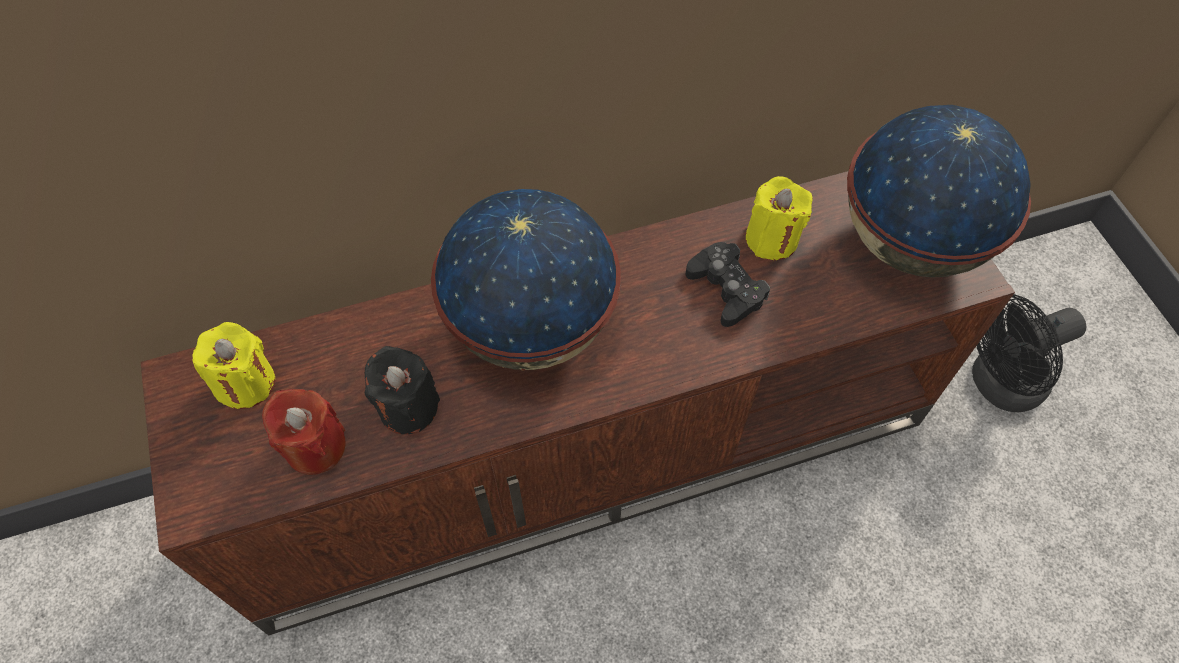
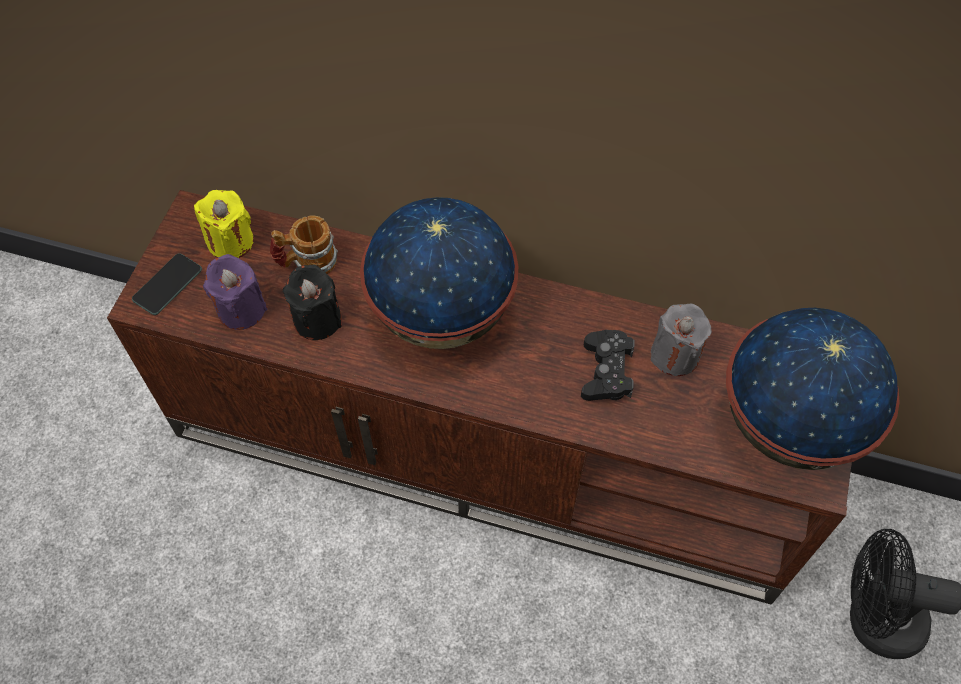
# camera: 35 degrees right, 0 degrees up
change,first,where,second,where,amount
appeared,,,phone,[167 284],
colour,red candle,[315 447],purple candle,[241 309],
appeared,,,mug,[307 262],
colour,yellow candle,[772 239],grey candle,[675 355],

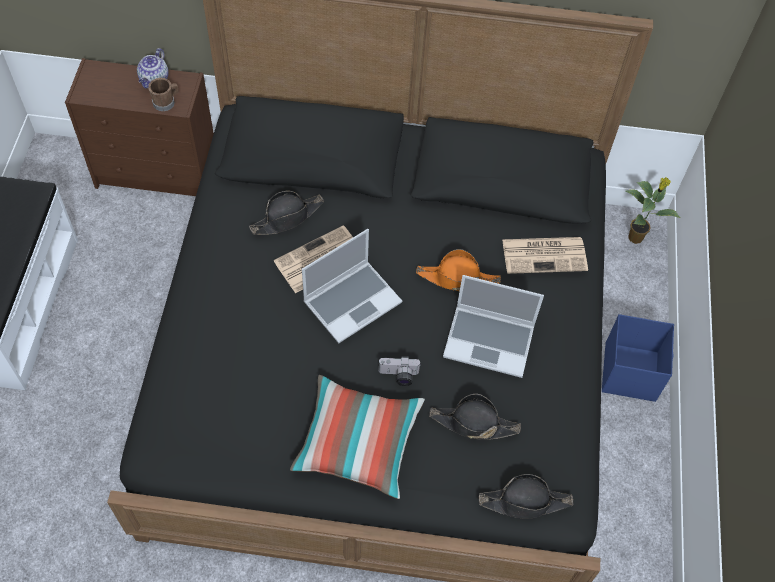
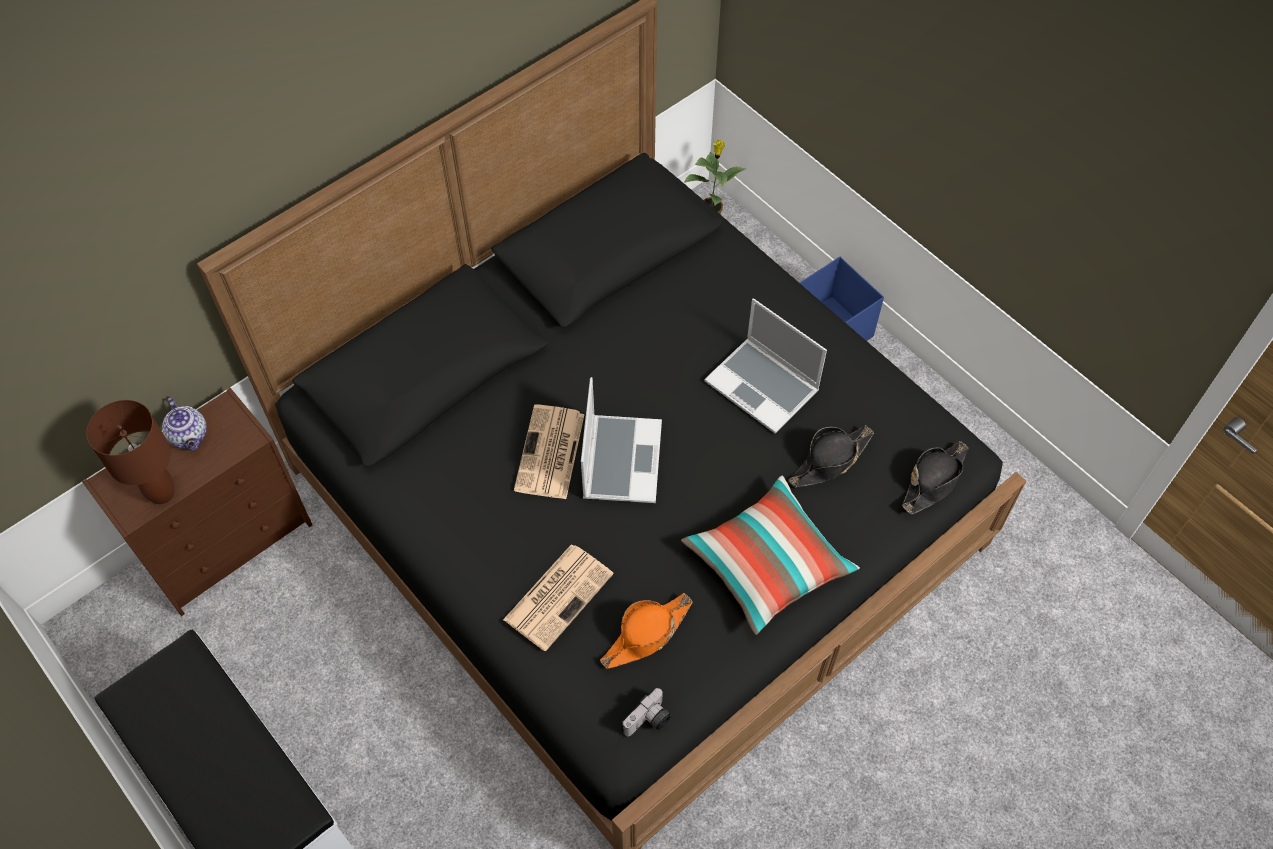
# camera: 45 degrees left, 0 degrees up
change,first,where,second,where,amount
appeared,,,brown table lamp,[160 493],
relocated,newspaper,[545 255],,[559 595],
relocated,orange hat,[457 278],,[646 634],
relocated,photo camera,[398 376],,[648 721],
spun,laptop,[490 341],,[763 386],75 degrees clockwise
missing,brown mug,[166 102],,,
missing,black hat,[287 217],,,

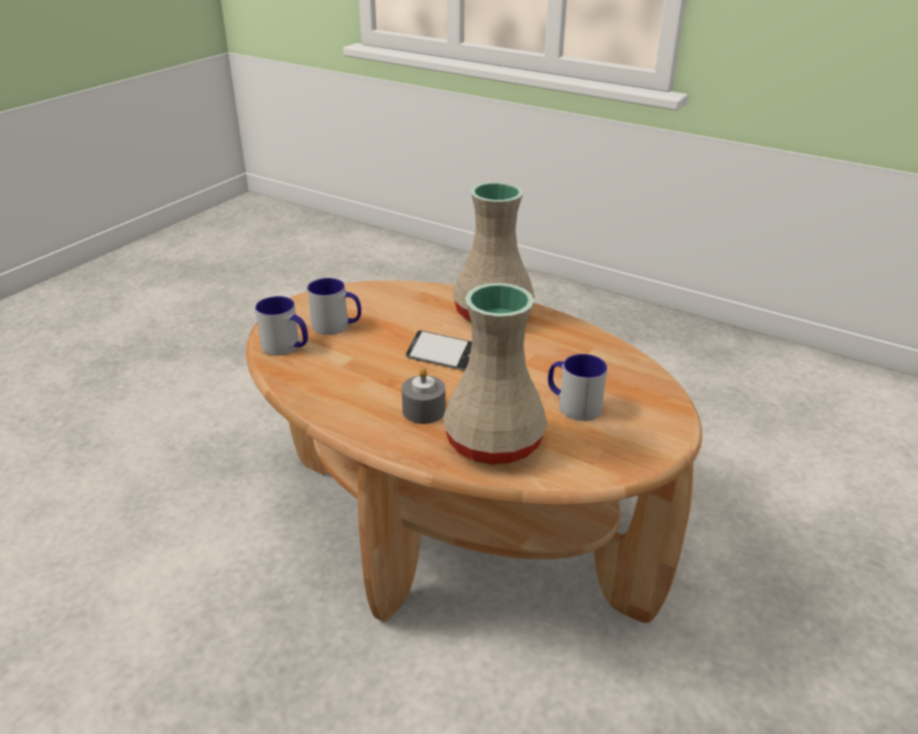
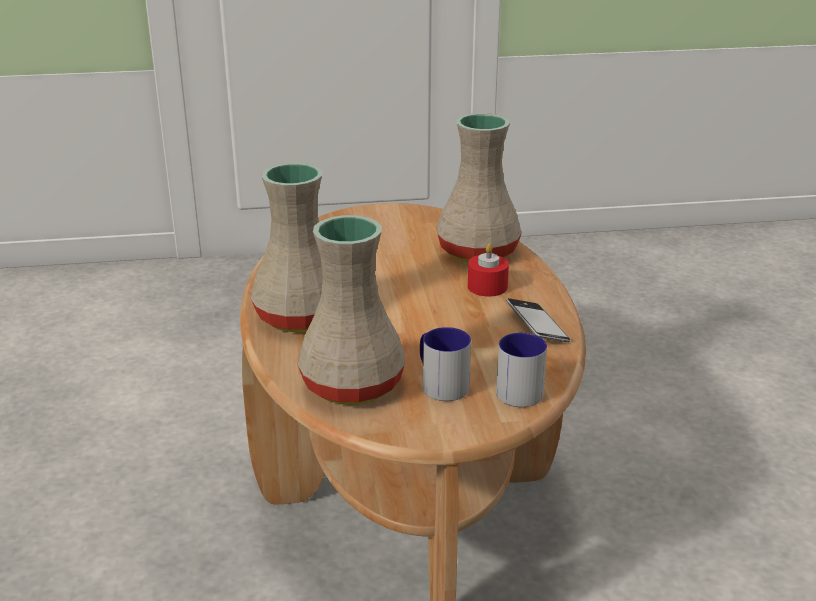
# camera: 130 degrees left, 5 degrees down
change,first,where,second,where,amount
appeared,,,beige vase,[349 385],
colour,grey candle,[424 410],red candle,[487 286],
relocated,phone,[443 356],,[536 326],
missing,mug,[572 405],,,

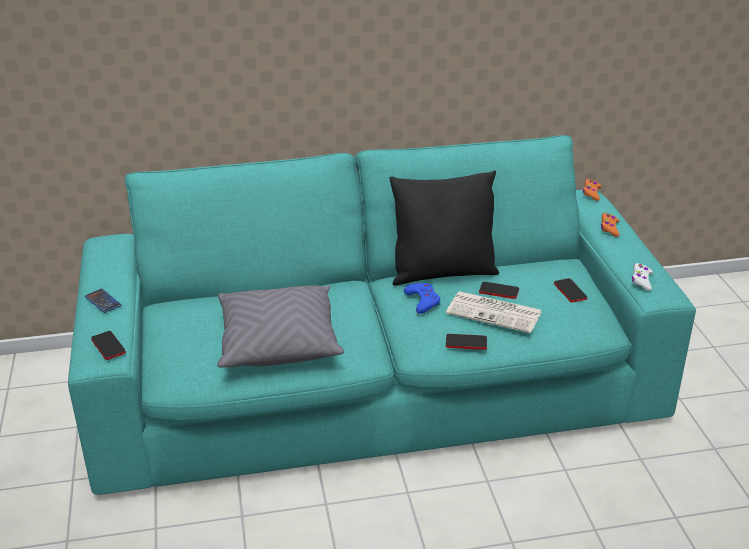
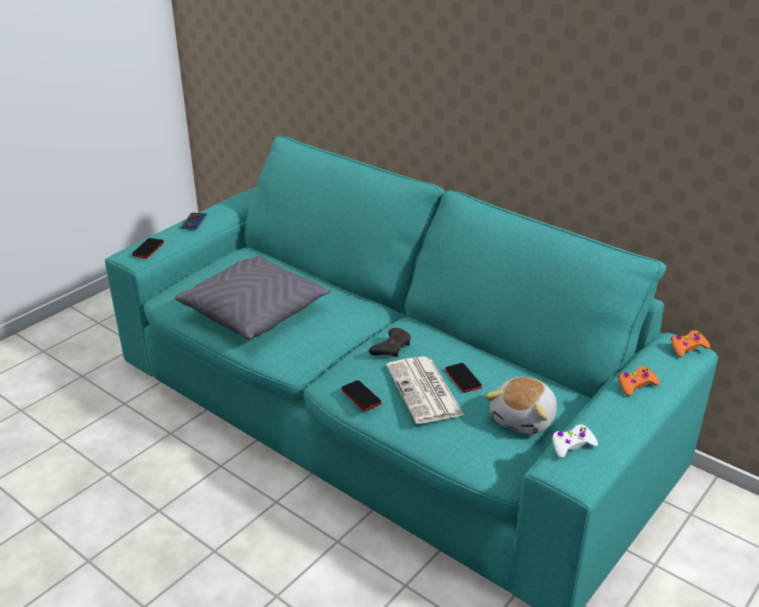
# camera: 50 degrees right, 0 degrees up
change,first,where,second,where,amount
colour,blue game controller,[422 301],grey game controller,[391 347],
exchanged,phone,[570 291],plush toy,[524 419],
missing,black pillow,[443 273],,,

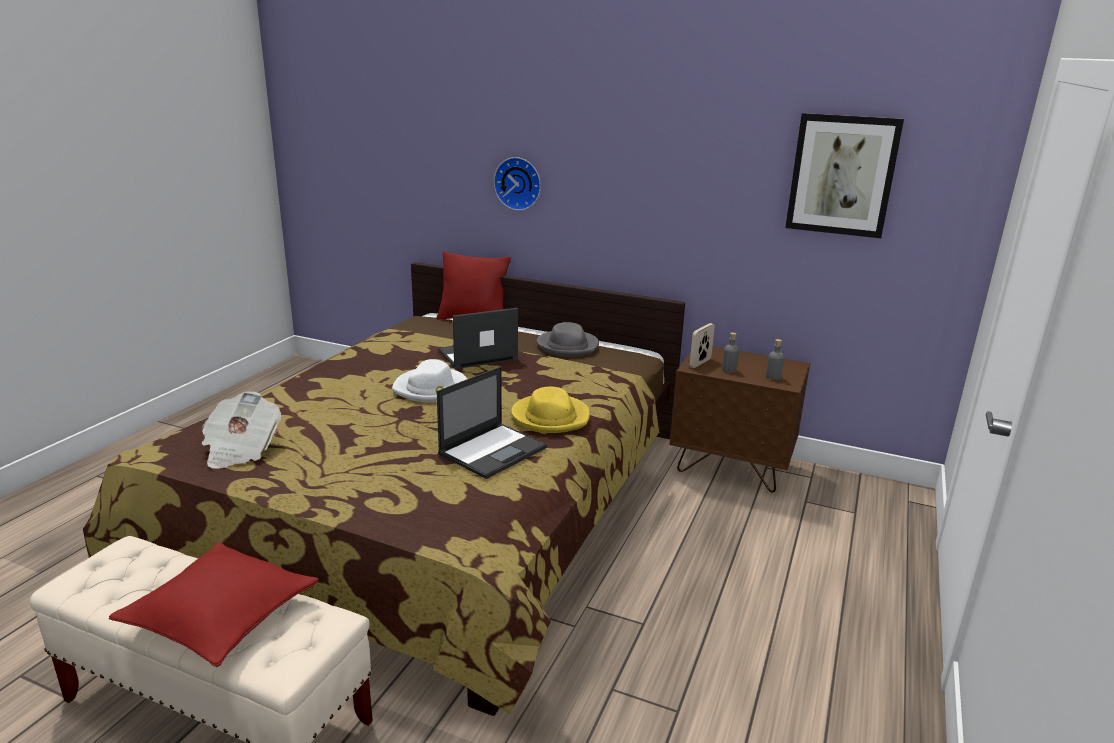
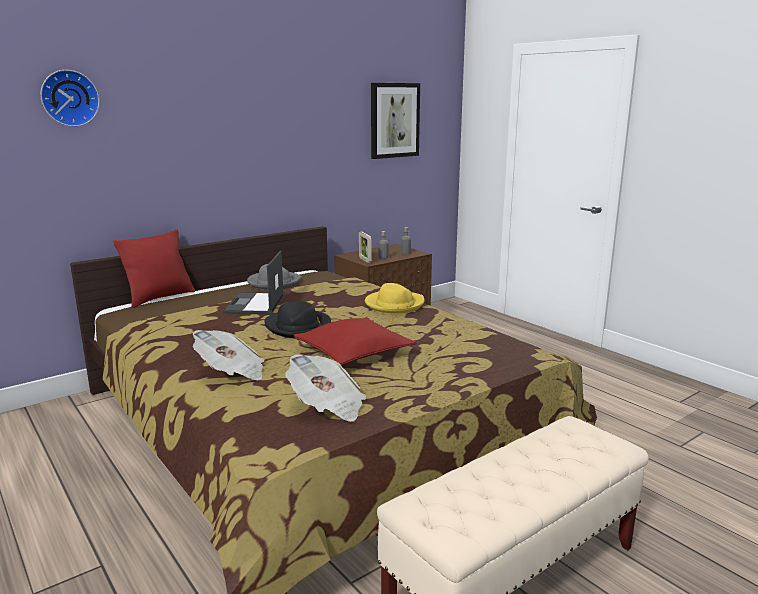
# camera: 60 degrees left, 5 degrees down
change,first,where,second,where,amount
relocated,wall clock,[518 183],,[69 98],
appeared,,,newspaper,[232 372],
colour,white hat,[431 388],black hat,[298 326],
relocated,red pillow,[221 615],,[354 352],
missing,laptop,[493 450],,,

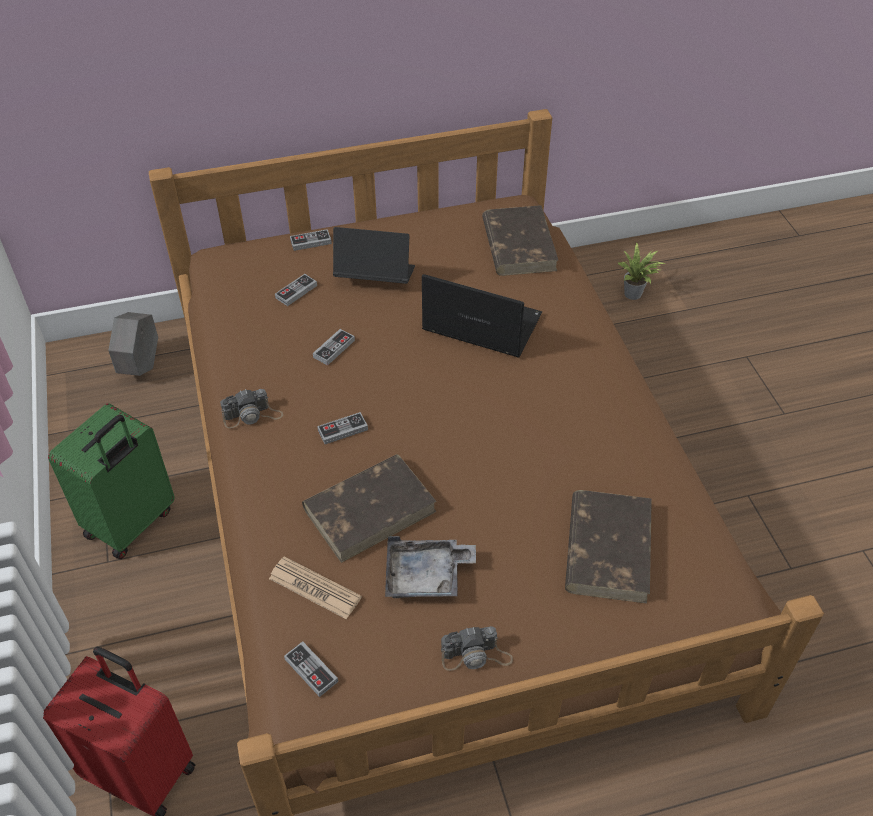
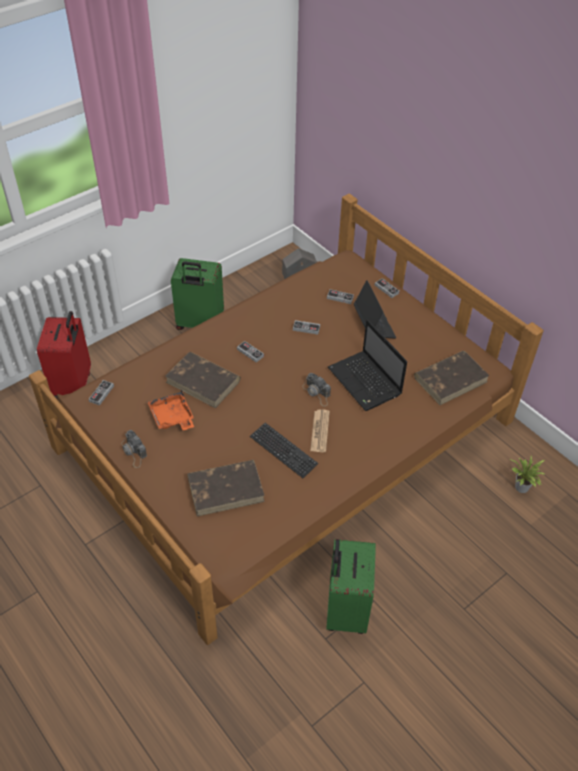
# camera: 65 degrees right, 0 degrees up
change,first,where,second,where,amount
colour,grey tray,[426 576],orange tray,[172 417],
appeared,,,keyboard,[283 451],
relocated,photo camera,[252 415],,[317 393],
relocated,newspaper,[314 588],,[320 431],
appeared,,,green suitcase,[345 610],
spun,laptop,[479 324],,[366 382],150 degrees clockwise

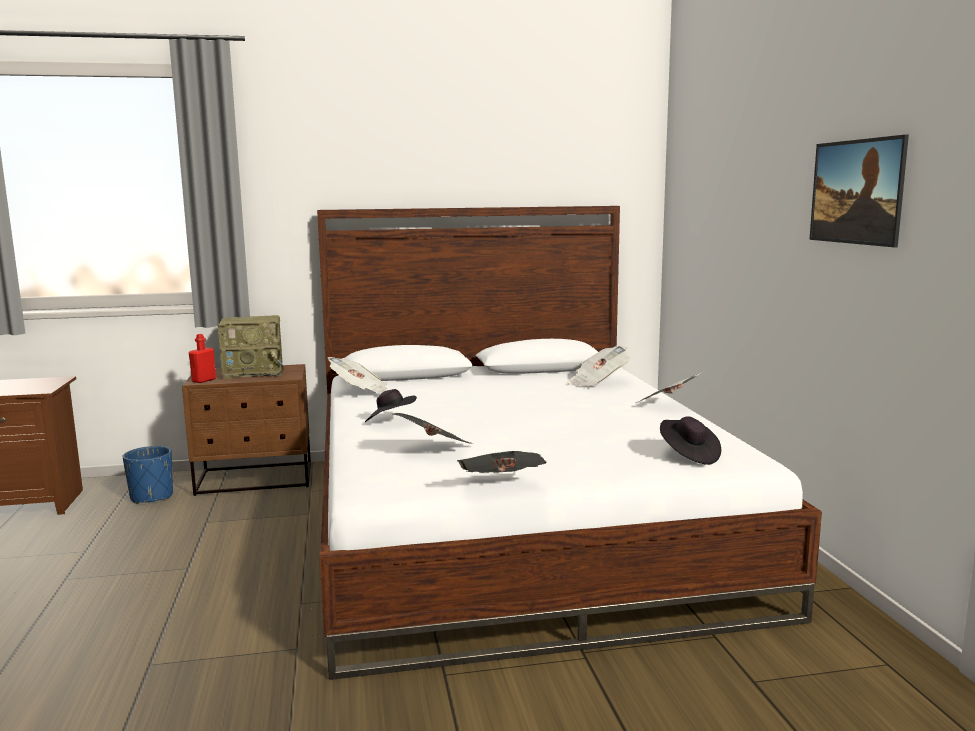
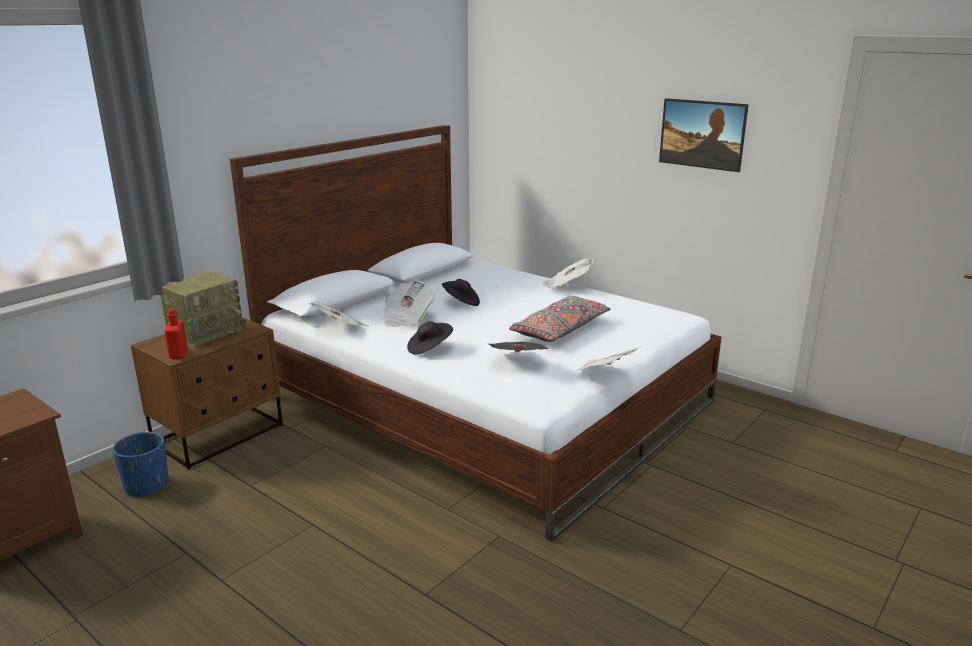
# camera: 40 degrees left, 10 degrees up
change,first,where,second,where,amount
relocated,newspaper,[597 382],,[407 318],
relocated,black hat,[688 455],,[461 302],
appeared,,,grey pillow,[560 330],

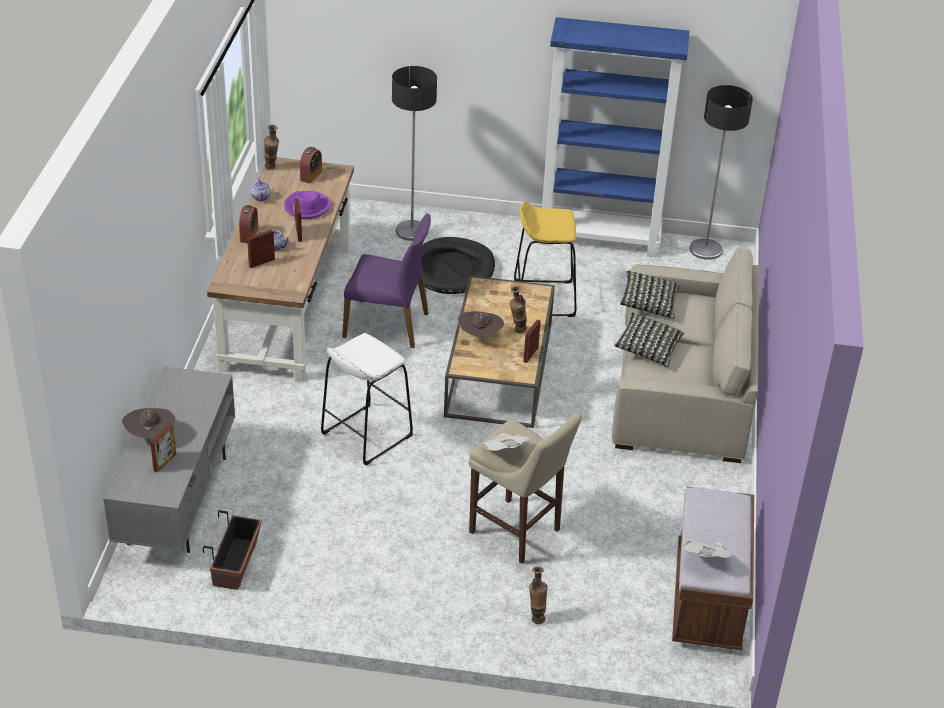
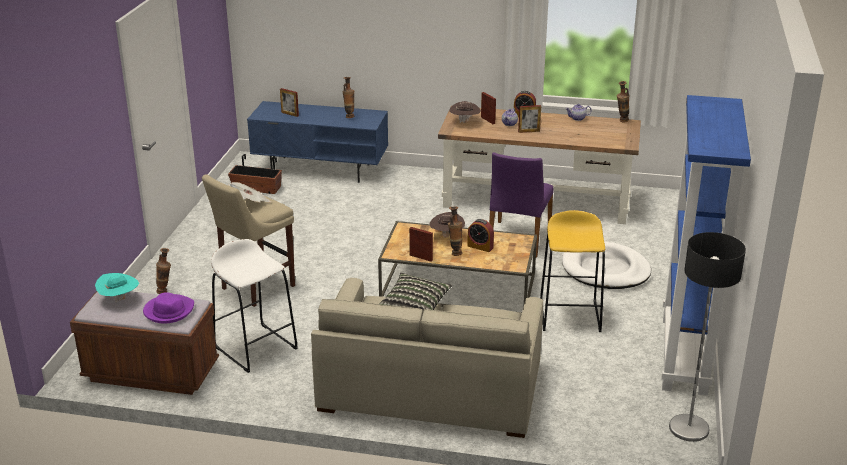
# camera: 95 degrees right, 10 degrees down
change,first,where,second,where,amount
exchanged,newspaper,[706 558],turquoise hat,[119 299],
relocated,purple hat,[306 207],,[168 311],
relocated,white stool,[366 434],,[255 347],
colour,grey tv stand,[177 499],blue tv stand,[321 169],
appeared,,,vase,[349 116],
relocated,brown hat,[150 436],,[464 122],
relocated,alarm clock,[311 176],,[480 247],
colour,black dog bed,[452 270],white dog bed,[605 270],
missing,floor lamp,[412 231],,,
missing,pillow,[648 304],,,

